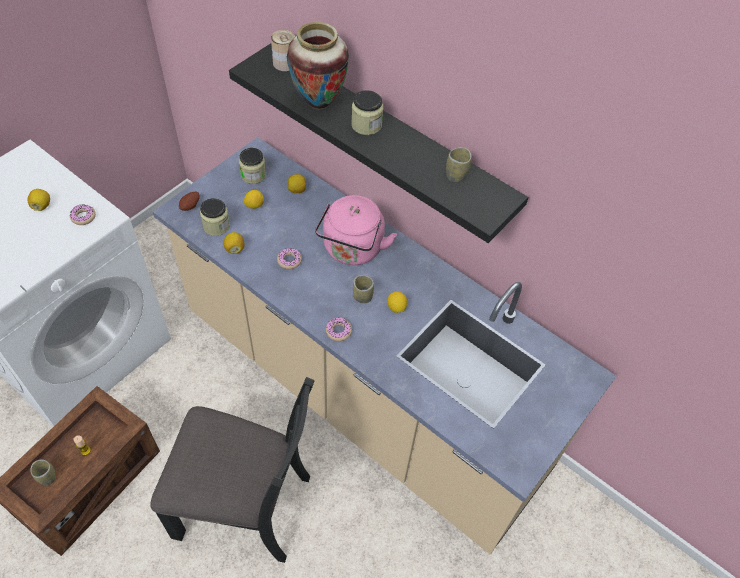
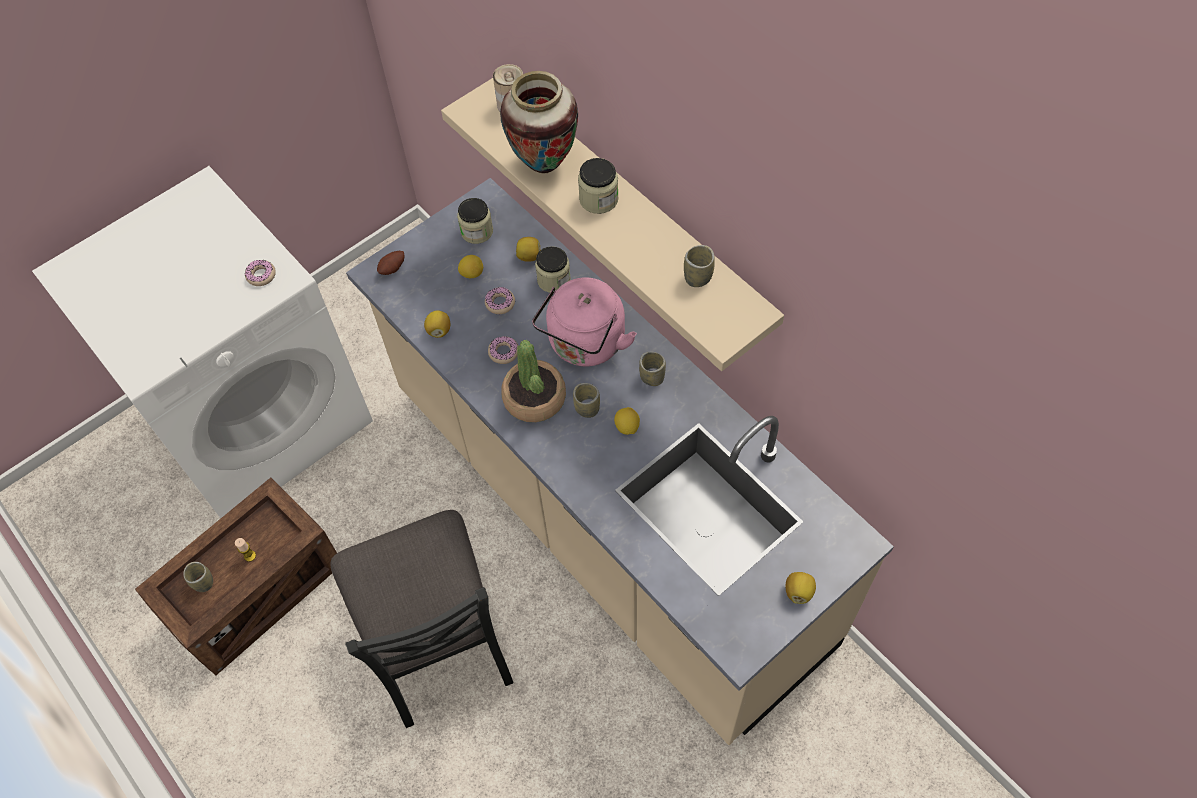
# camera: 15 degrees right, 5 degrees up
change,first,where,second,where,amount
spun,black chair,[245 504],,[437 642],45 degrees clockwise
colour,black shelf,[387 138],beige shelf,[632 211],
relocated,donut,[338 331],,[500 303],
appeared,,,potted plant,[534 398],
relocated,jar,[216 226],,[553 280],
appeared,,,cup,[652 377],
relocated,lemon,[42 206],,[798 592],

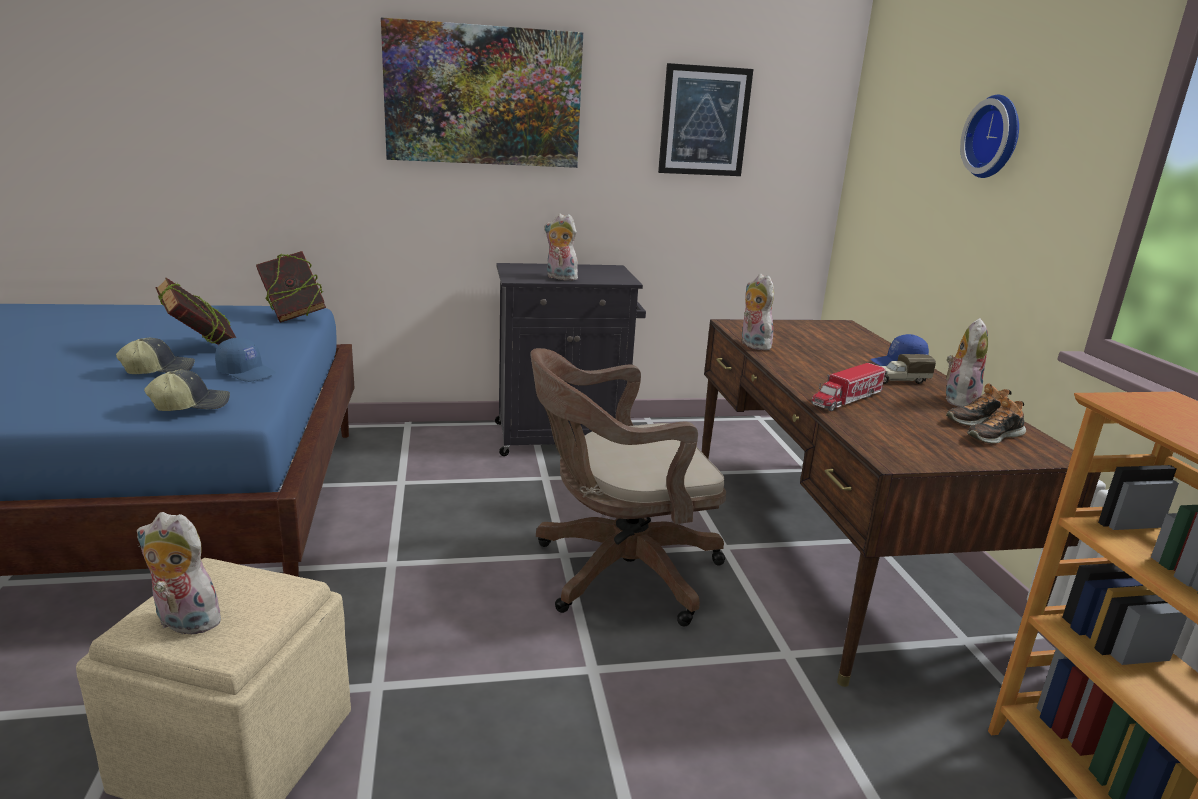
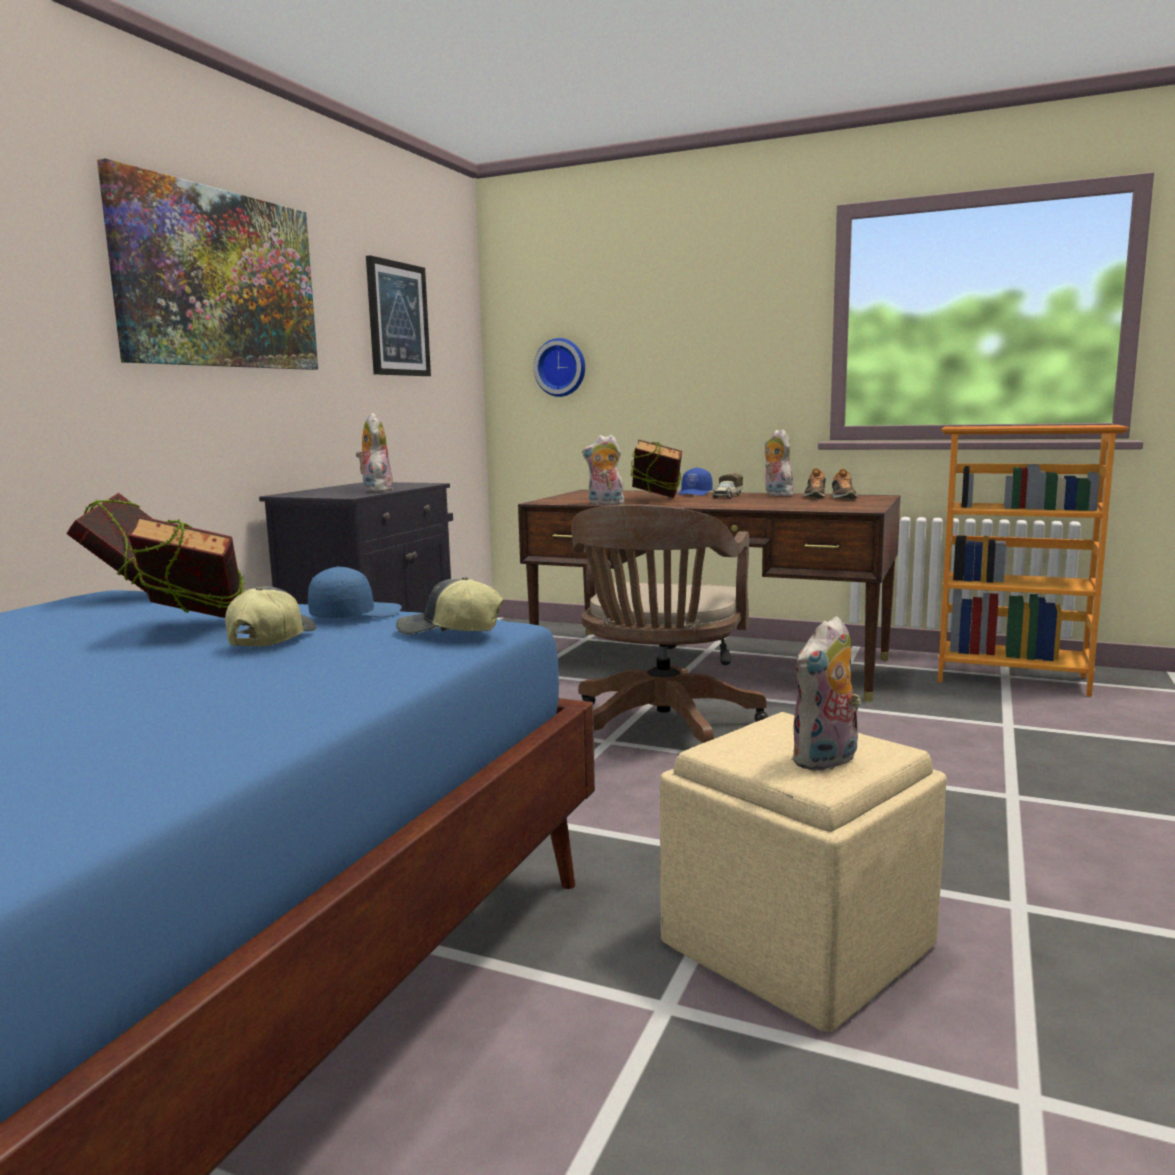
# camera: 55 degrees left, 10 degrees down
change,first,where,second,where,amount
spun,plush toy,[559 278],,[375 490],105 degrees clockwise
spun,cap,[191 404],,[449 631],90 degrees counterclockwise
relocated,wall clock,[996 137],,[561 367],
appeared,,,book,[656 499],
missing,toy truck,[846 399],,,

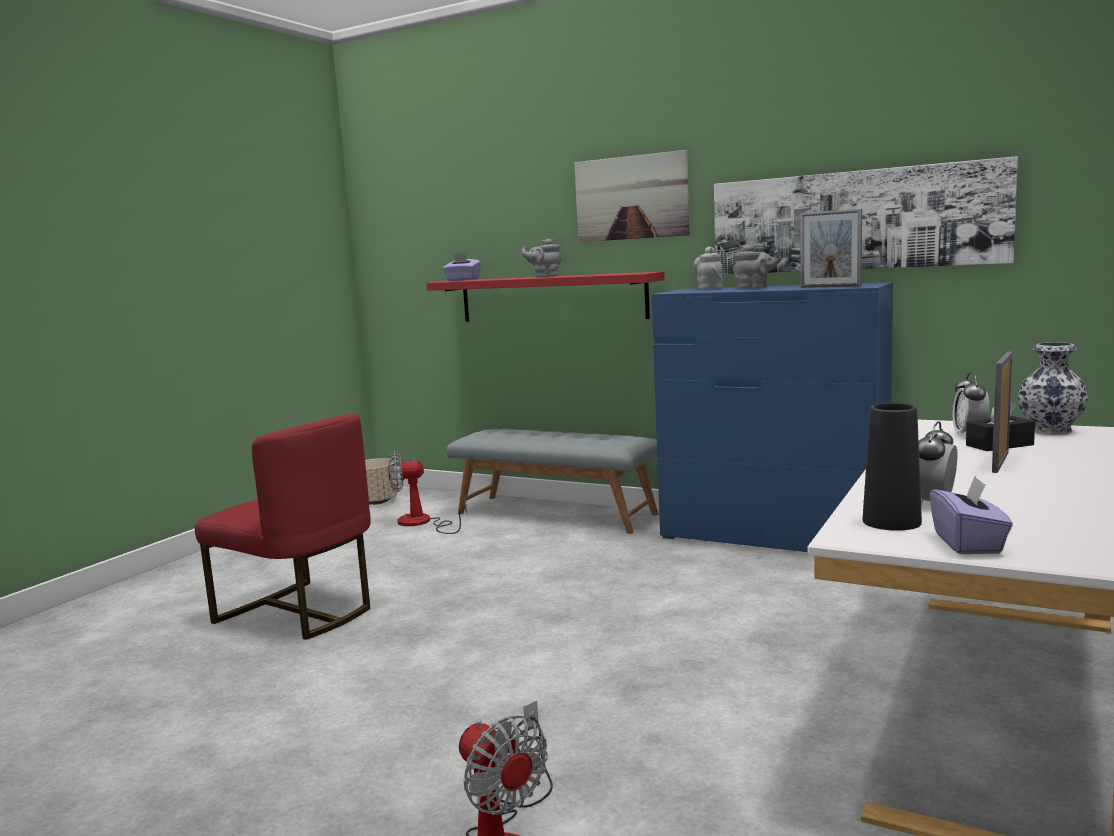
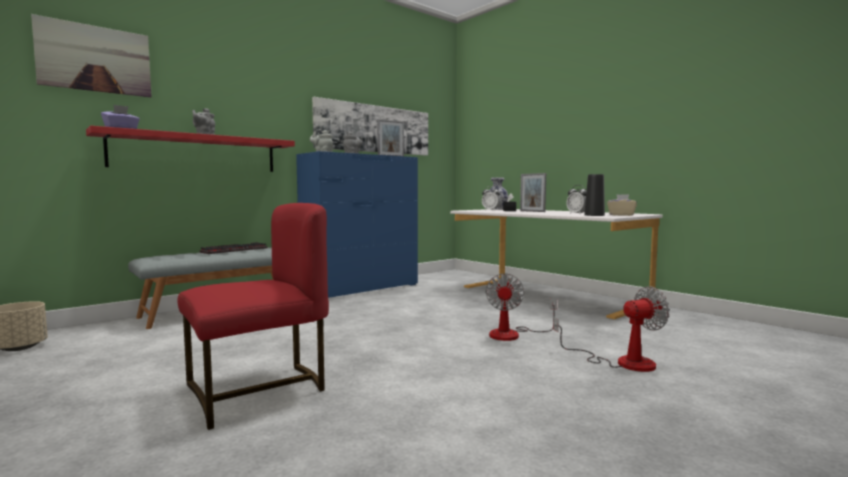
# camera: 70 degrees left, 5 degrees down
change,first,where,second,where,amount
relocated,picture,[631 197],,[95 59],
appeared,,,keyboard,[235 250],
relocated,fan,[422 523],,[513 334],
colour,purple tissue box,[968 543],beige tissue box,[621 215],

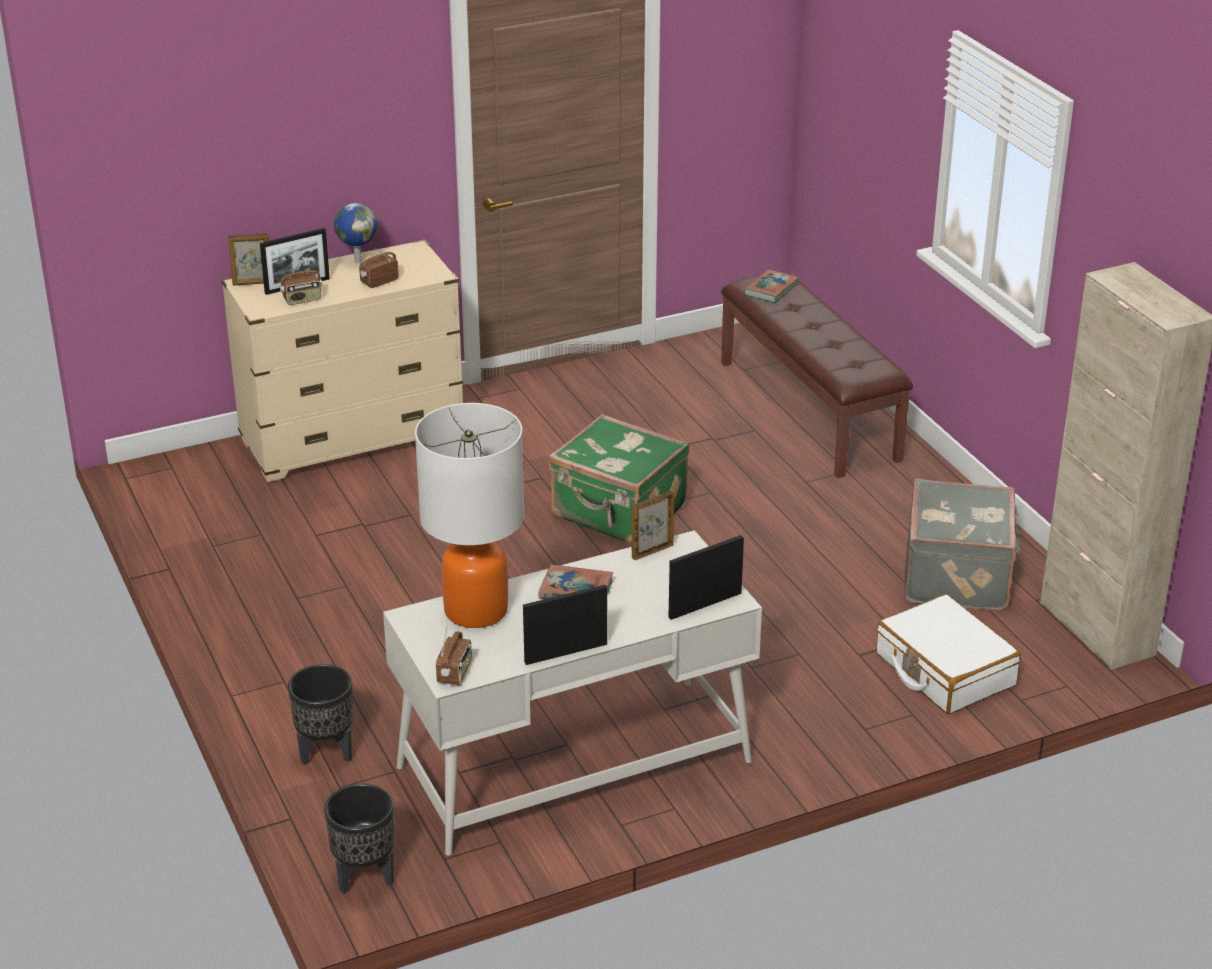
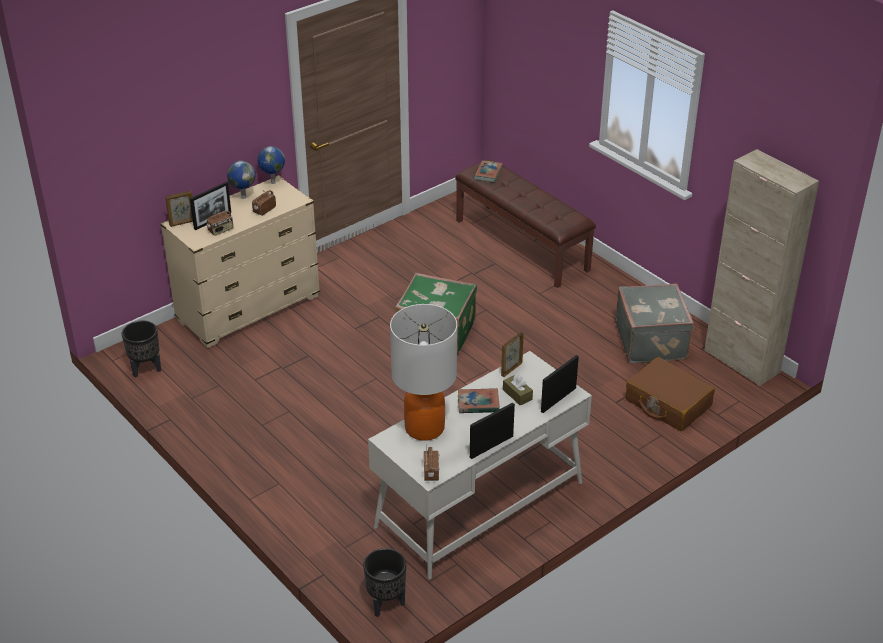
# camera: 15 degrees left, 5 degrees up
change,first,where,second,where,amount
relocated,black planter,[327 753],,[146 369],
appeared,,,globe,[272 183],
appeared,,,brown tissue box,[517 394],
colour,white suitcase,[944 670],brown suitcase,[667 403],

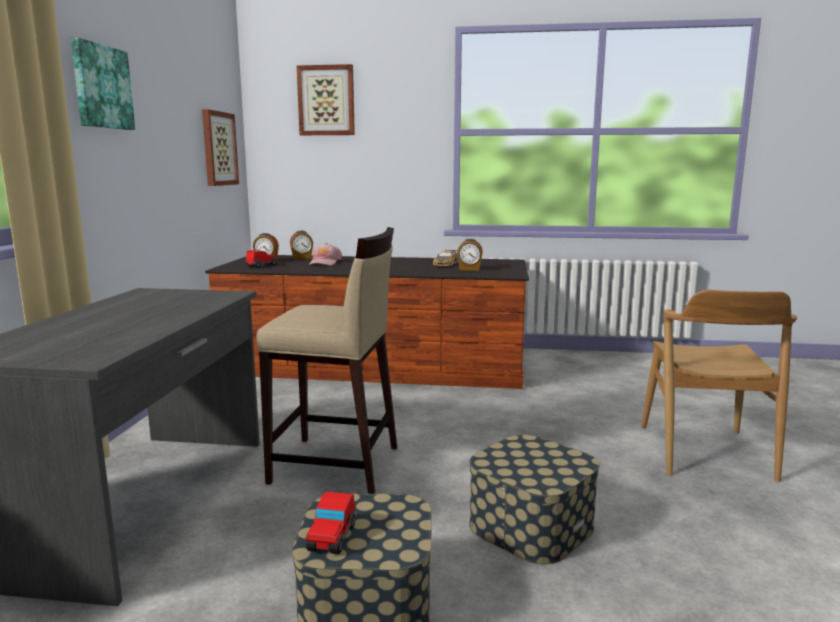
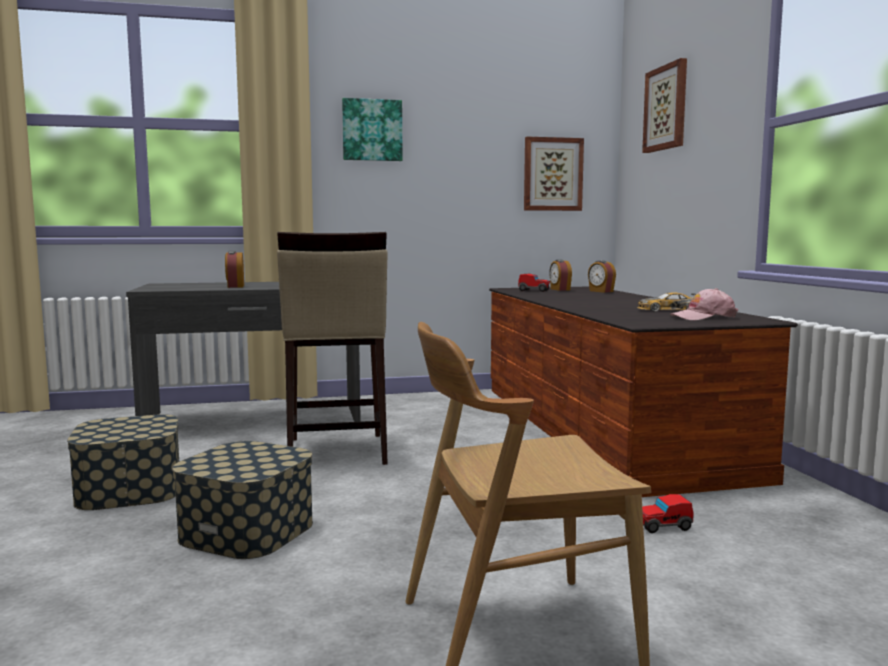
# camera: 70 degrees right, 5 degrees down
change,first,where,second,where,amount
relocated,alarm clock,[469 269],,[235 286],
relocated,toy car,[331 538],,[663 526],
relocated,pink cap,[325 262],,[703 317],

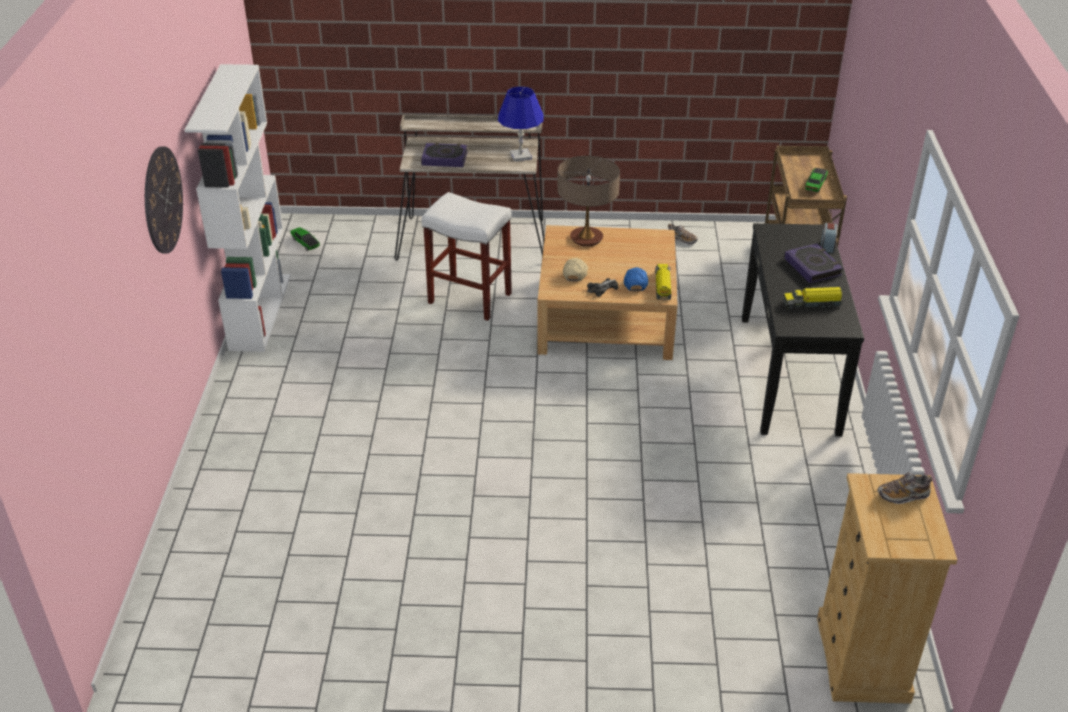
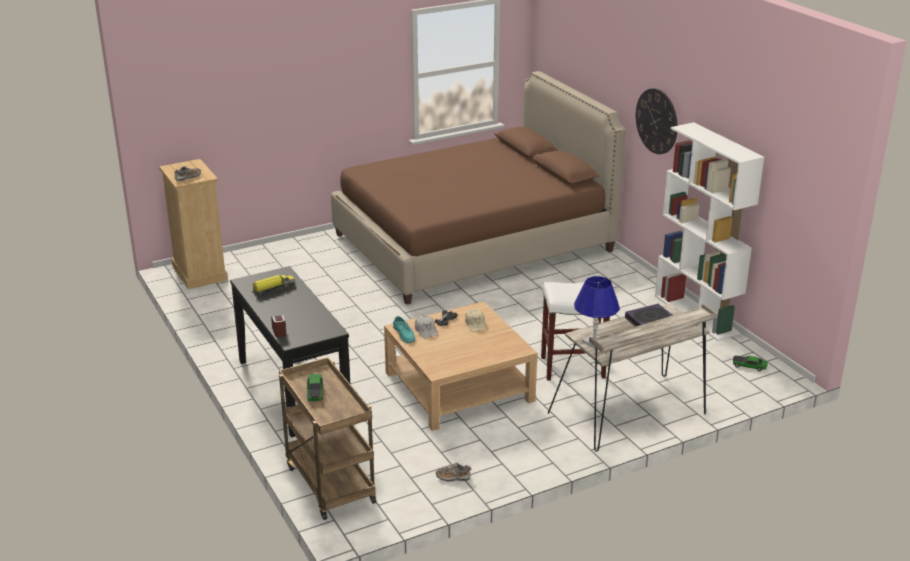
# camera: 150 degrees right, 10 degrees down
change,first,where,second,where,amount
appeared,,,brown bed,[472 243],
exchanged,toy truck,[662 286],turquoise shoe,[404 334],
colour,blue cap,[635 283],white cap,[426 330],
missing,table lamp,[586 239],,,
missing,book,[813 267],,,

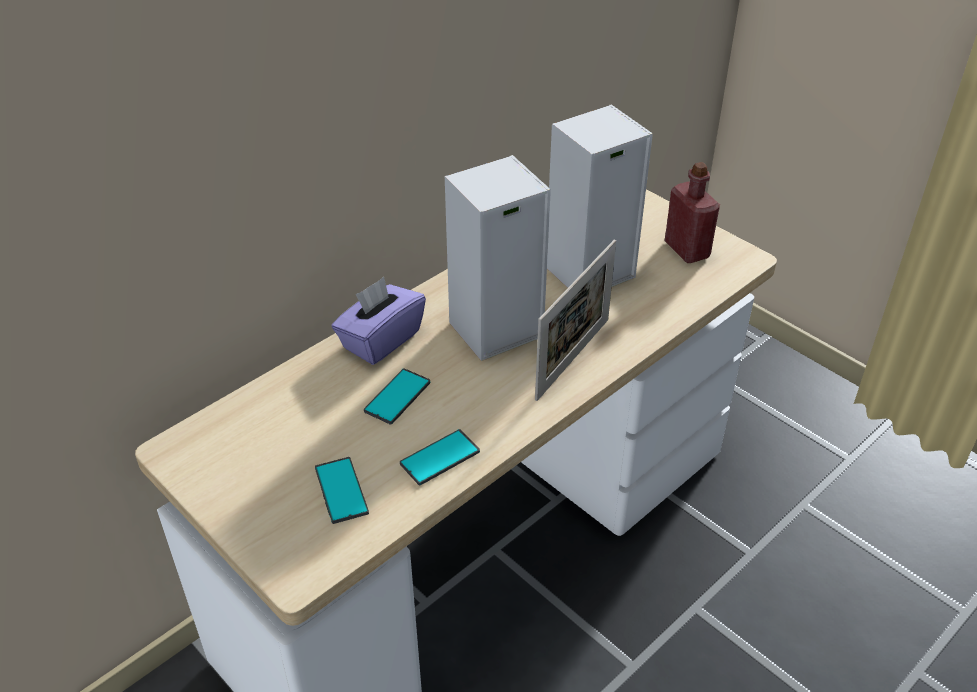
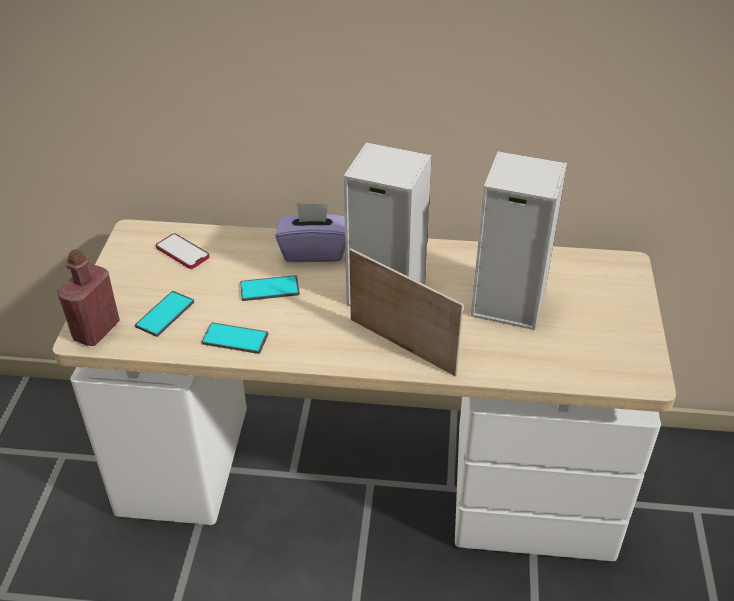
# camera: 50 degrees right, 0 degrees up
change,first,where,second,where,amount
relocated,red bottle,[687 250],,[96 330],
appeared,,,phone,[182 252],
spun,picture frame,[573 358],,[402 346],135 degrees counterclockwise

